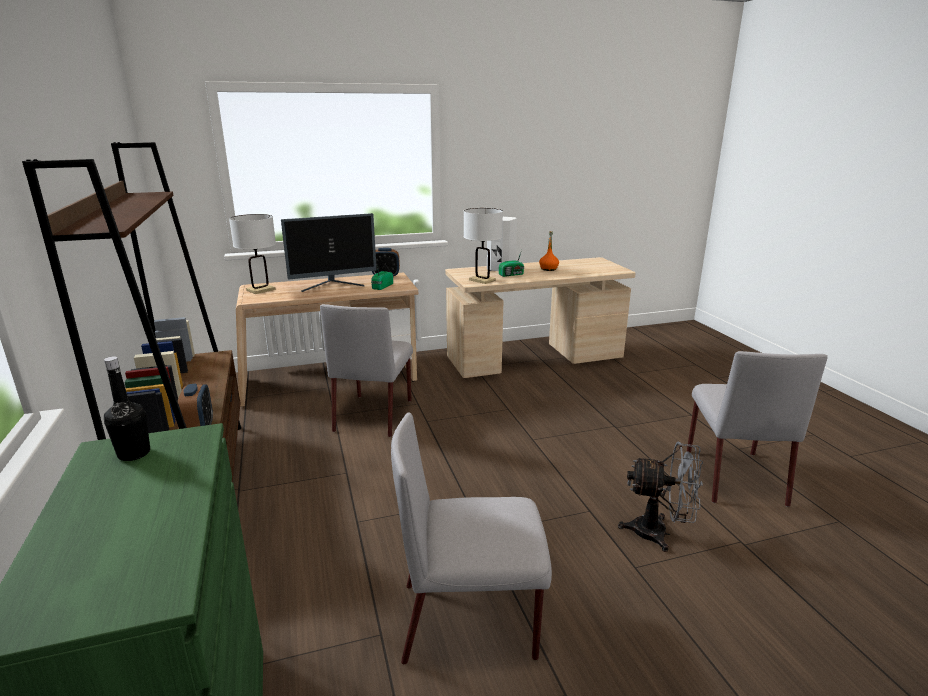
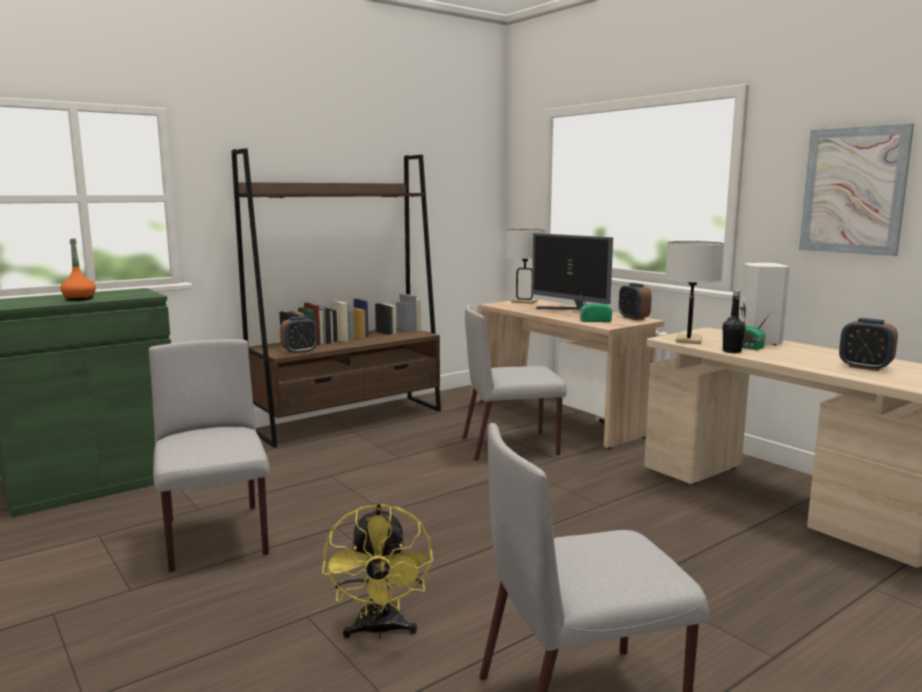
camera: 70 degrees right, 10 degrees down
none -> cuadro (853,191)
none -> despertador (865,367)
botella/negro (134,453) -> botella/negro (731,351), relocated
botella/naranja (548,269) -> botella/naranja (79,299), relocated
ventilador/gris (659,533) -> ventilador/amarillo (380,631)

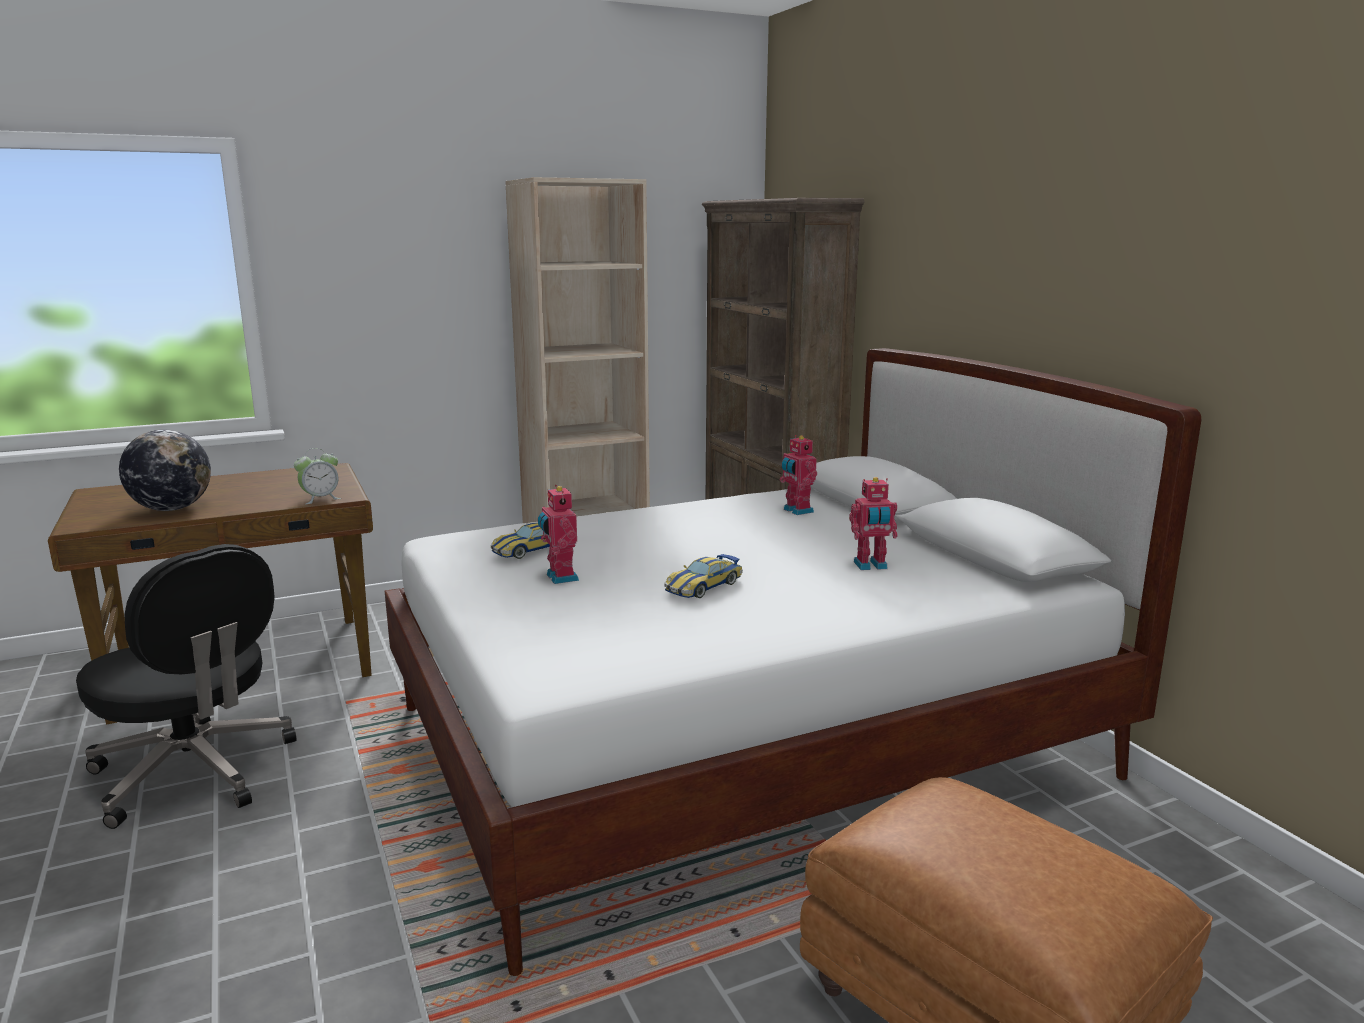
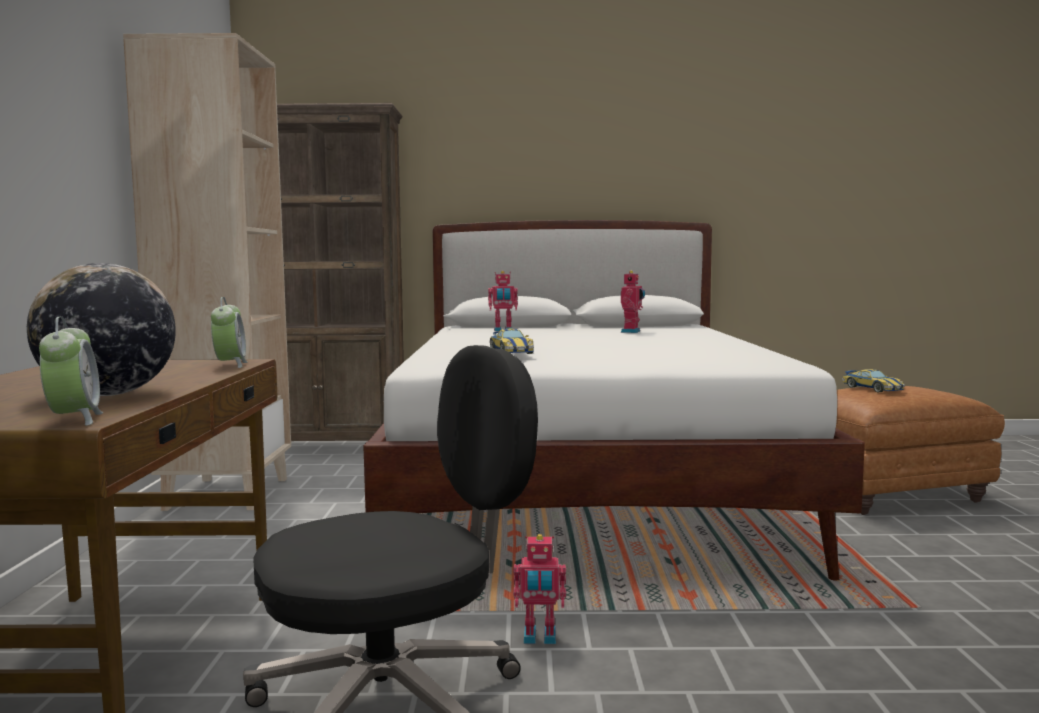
camera: 65 degrees left, 10 degrees down
none -> despertador (74,420)
robot de juguete (560,577) -> robot de juguete (539,638), relocated
coche de juguete (704,586) -> coche de juguete (872,388), relocated

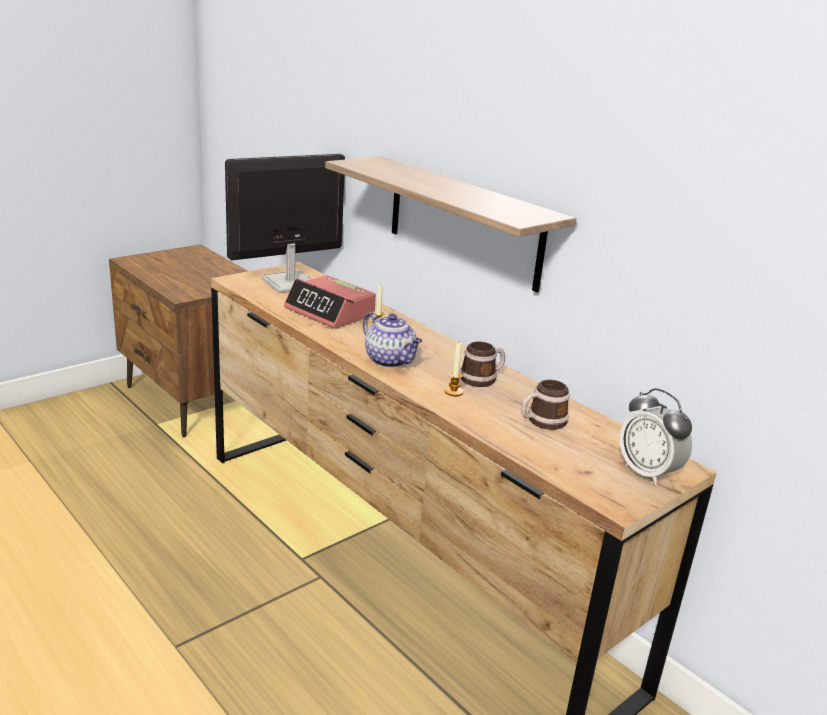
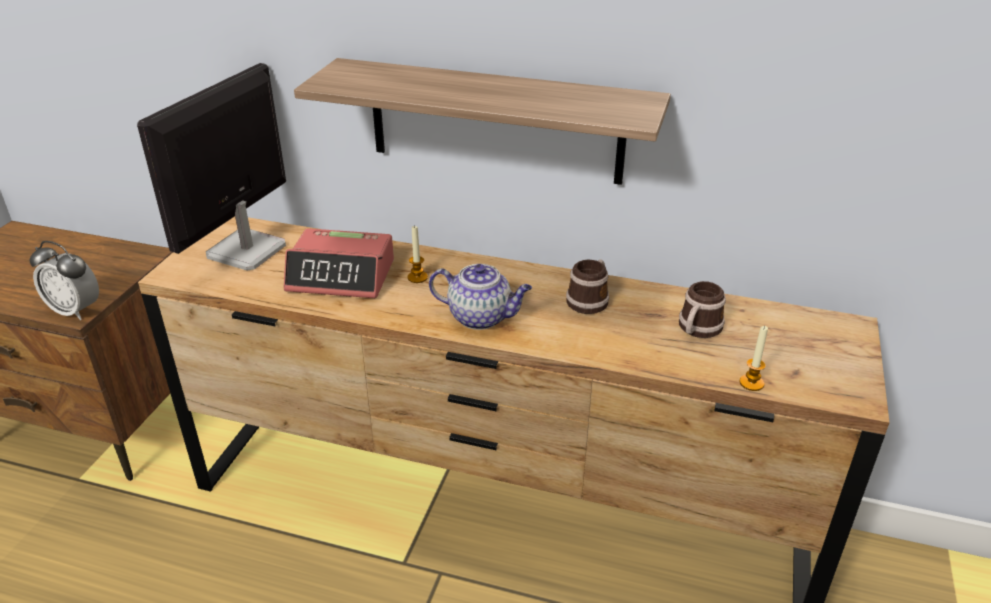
camera: 30 degrees left, 10 degrees up
vela (453,392) -> vela (751,383), relocated
despertador (647,473) -> despertador (75,310), relocated

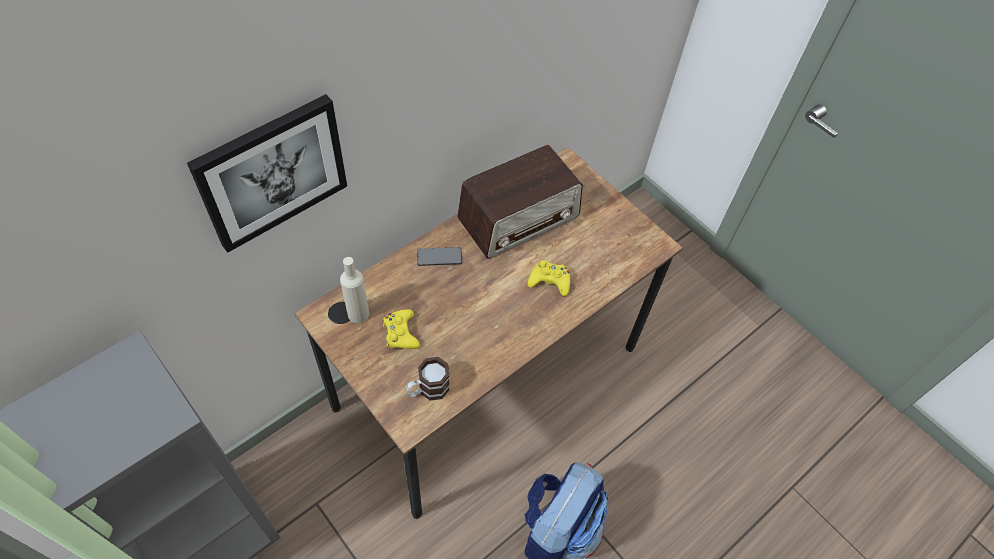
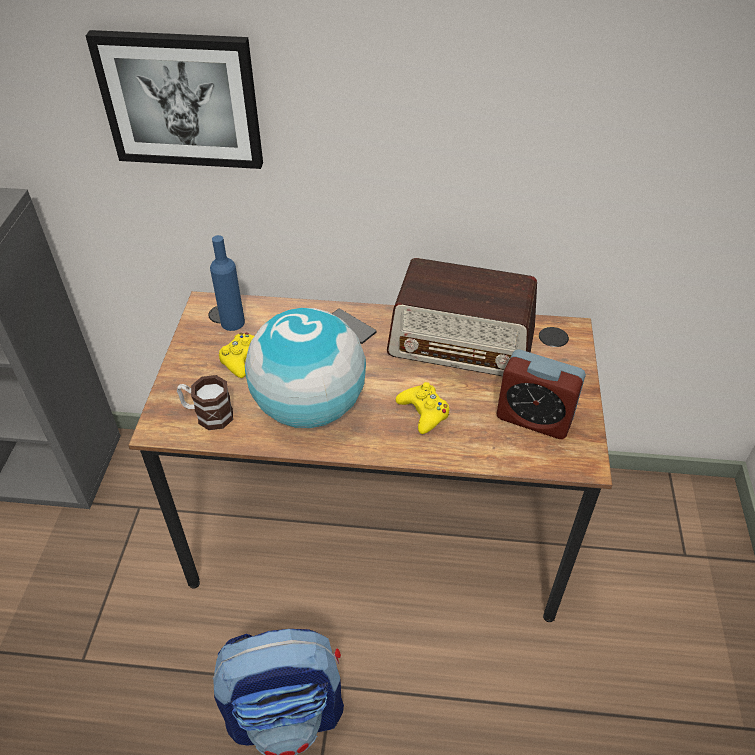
camera: 50 degrees right, 10 degrees down
none -> globo terráqueo (310,407)
none -> despertador (534,418)
botella/beis (358,313) -> botella/azul (232,322)

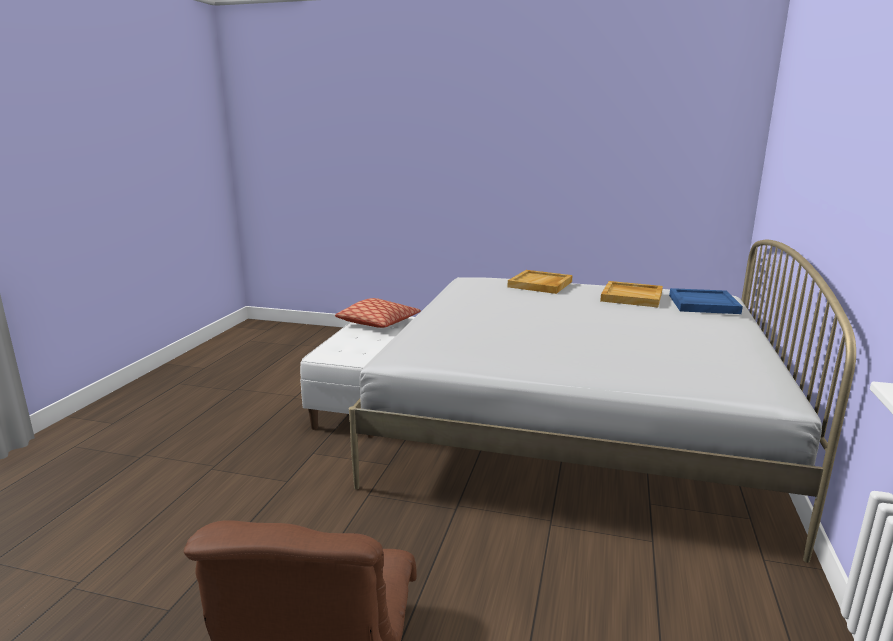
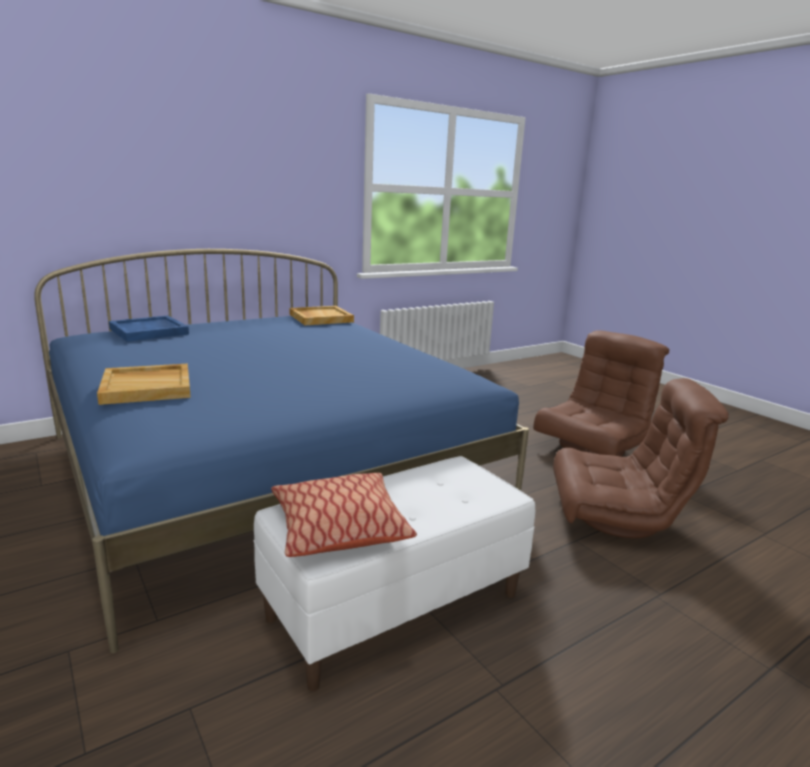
camera: 140 degrees left, 0 degrees up
none -> sillón/marrón (617,518)
bandeja/beis (632,297) -> bandeja/beis (320,318), relocated
cama/blanco (575,426) -> cama/azul (268,469)

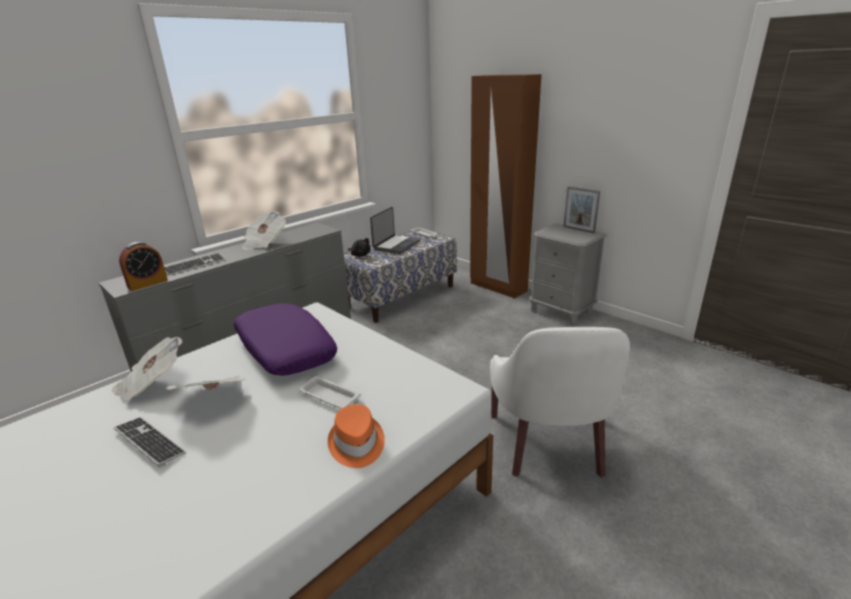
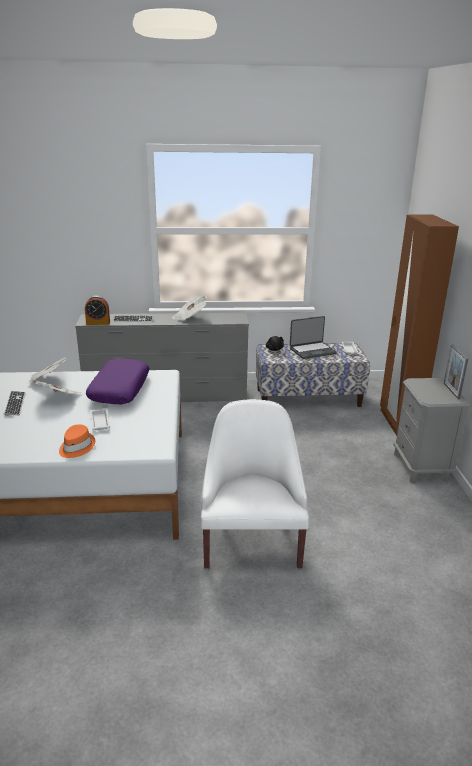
camera: 40 degrees right, 0 degrees up
sillón/blanco (550,445) -> sillón/blanco (251,540), 135 degrees clockwise

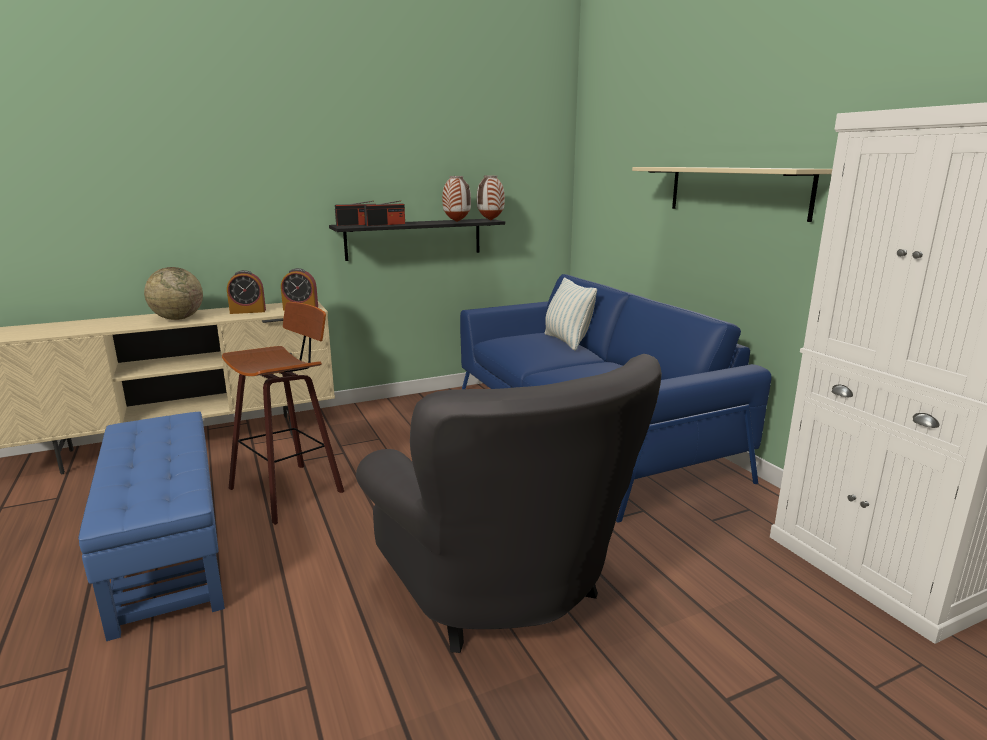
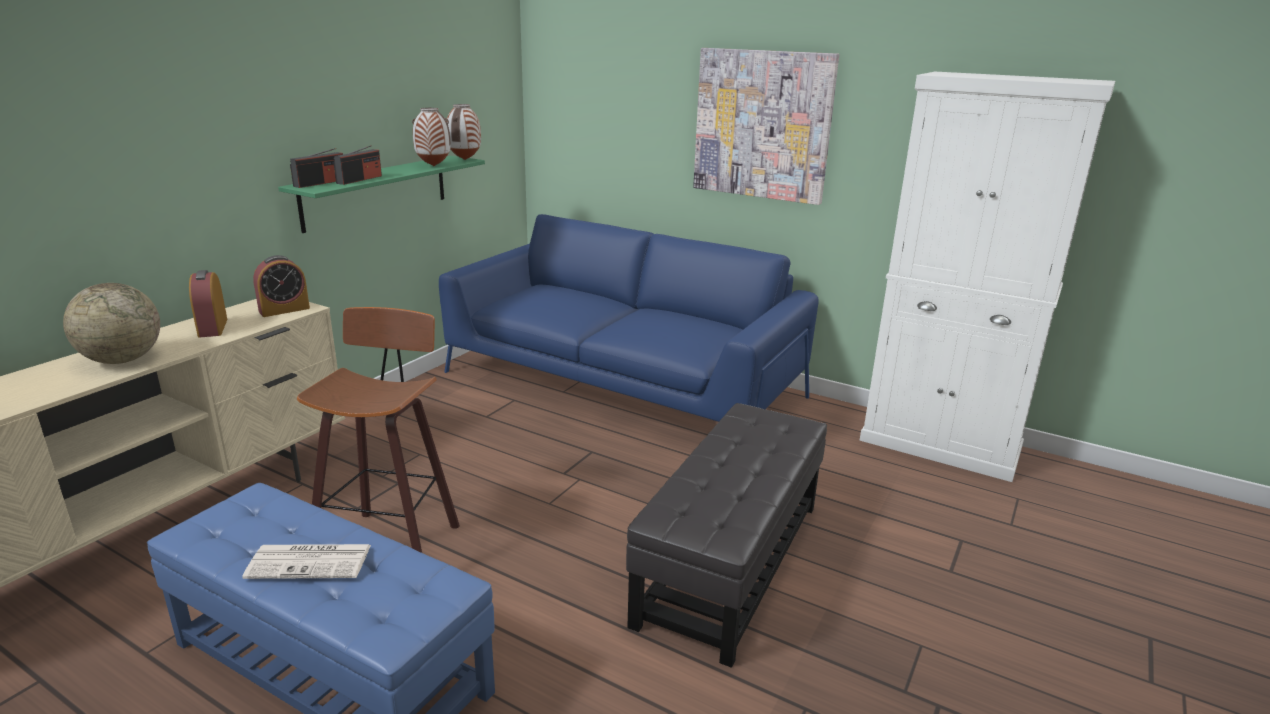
camera: 35 degrees left, 5 degrees up
cojín (567,341) -> none
none -> periódico (311,561)
sillón/gris (504,594) -> puf/negro (732,562)
estante/beis (736,191) -> cuadro (762,125)
estante/negro (414,239) -> estante/verde (376,192)
despertador (248,311) -> despertador (213,328), 120 degrees clockwise

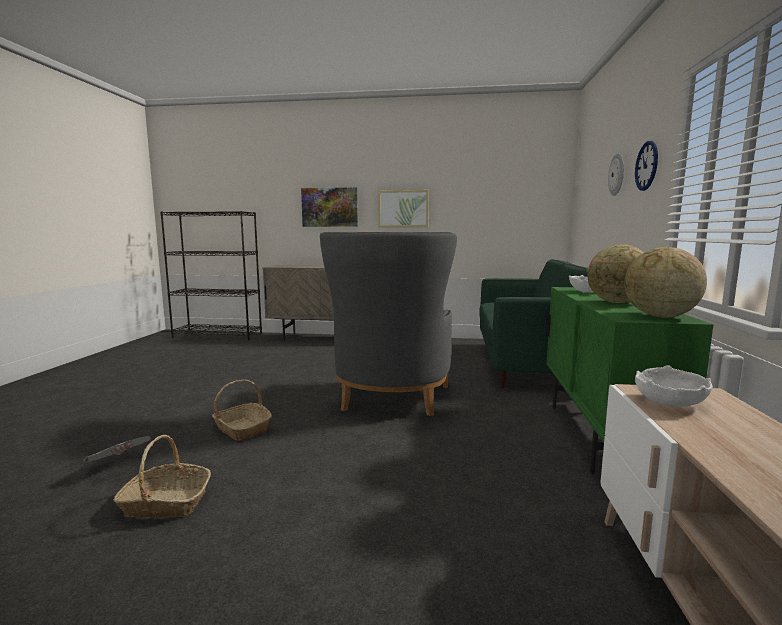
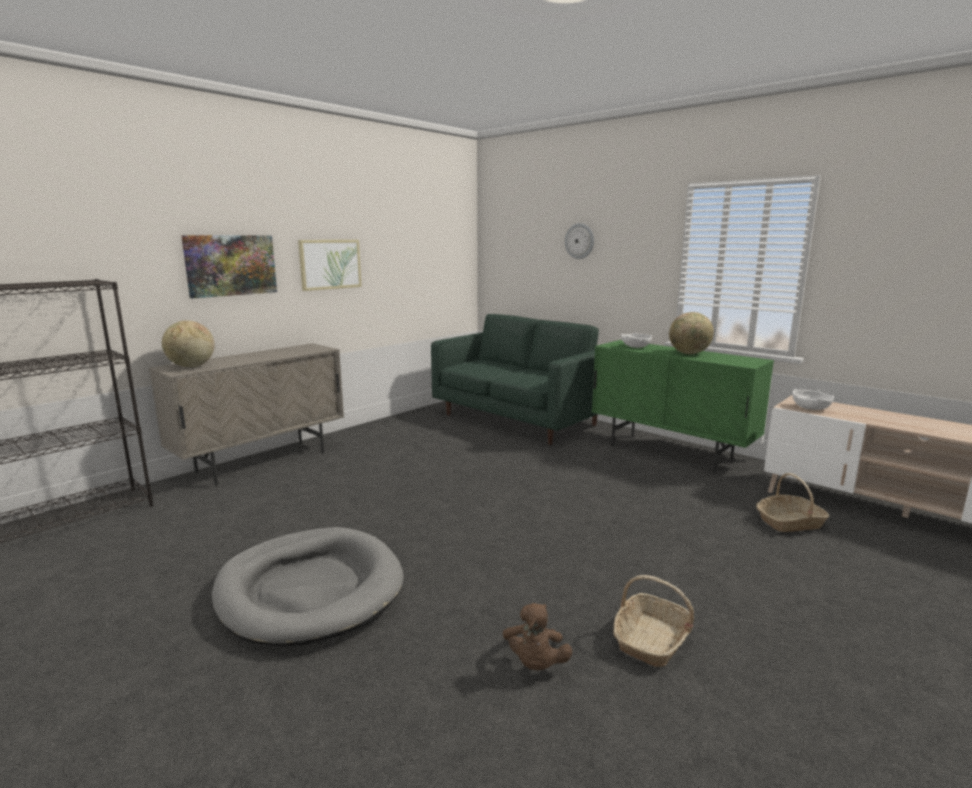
camera: 55 degrees left, 5 degrees up
sillón/gris (390,402) -> none
reloj de pared (646,166) -> none
none -> cama para perro/gris (310,590)
cesta (242,429) -> cesta (790,522), relocated
globo terráqueo (659,316) -> globo terráqueo (191,366), relocated
periódico (119,465) -> peluche/marrón (535,664)

